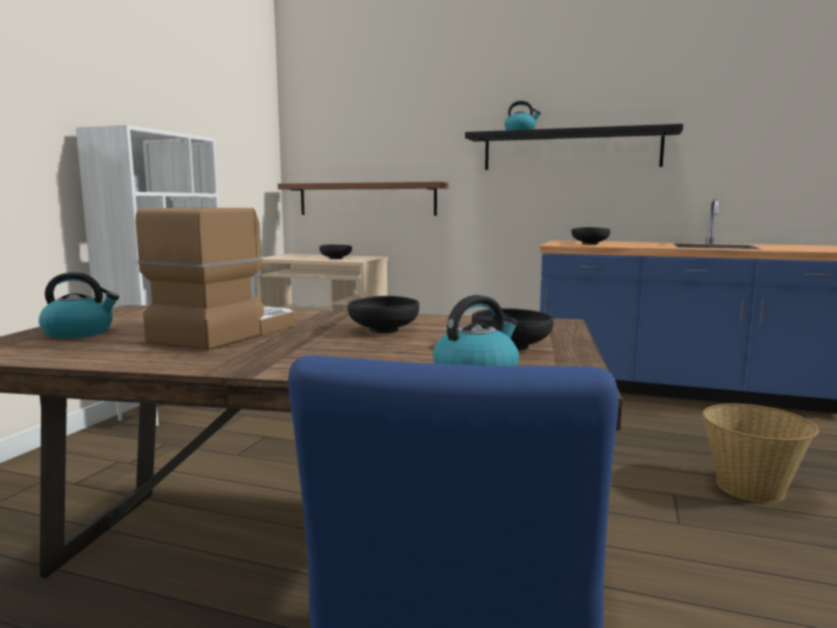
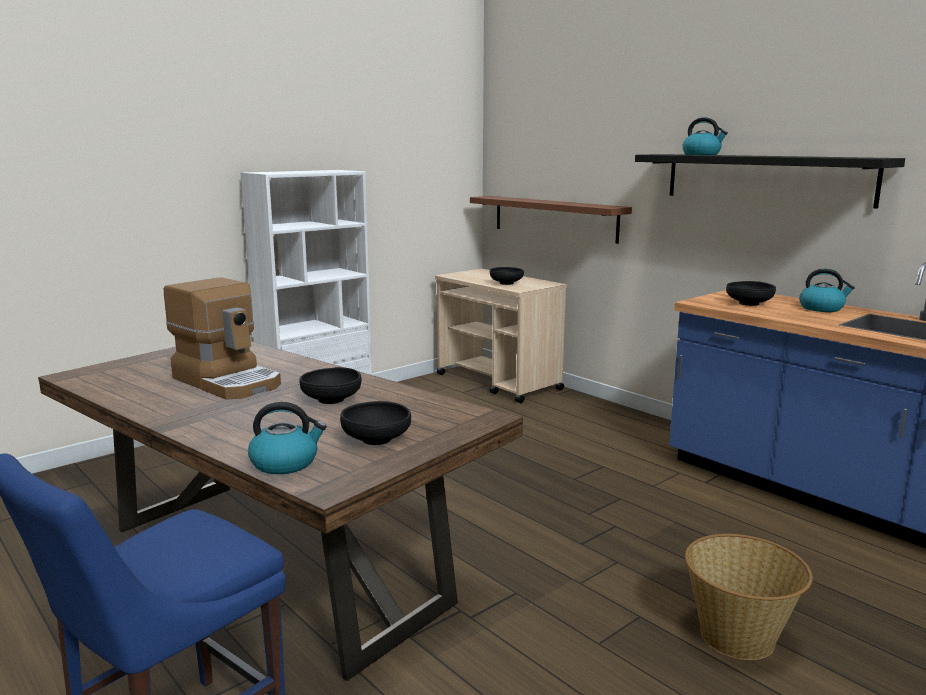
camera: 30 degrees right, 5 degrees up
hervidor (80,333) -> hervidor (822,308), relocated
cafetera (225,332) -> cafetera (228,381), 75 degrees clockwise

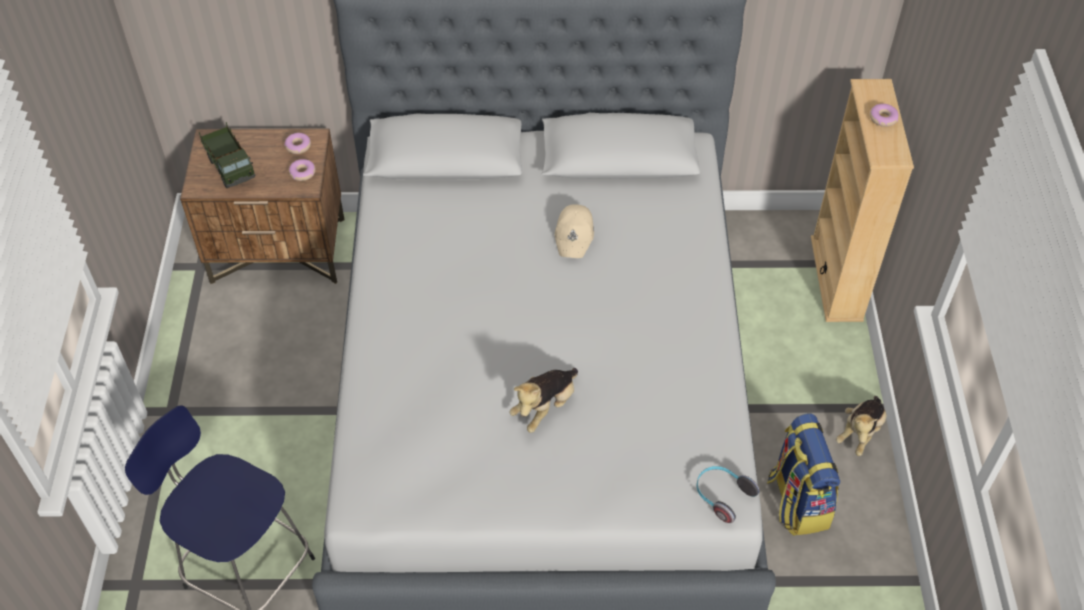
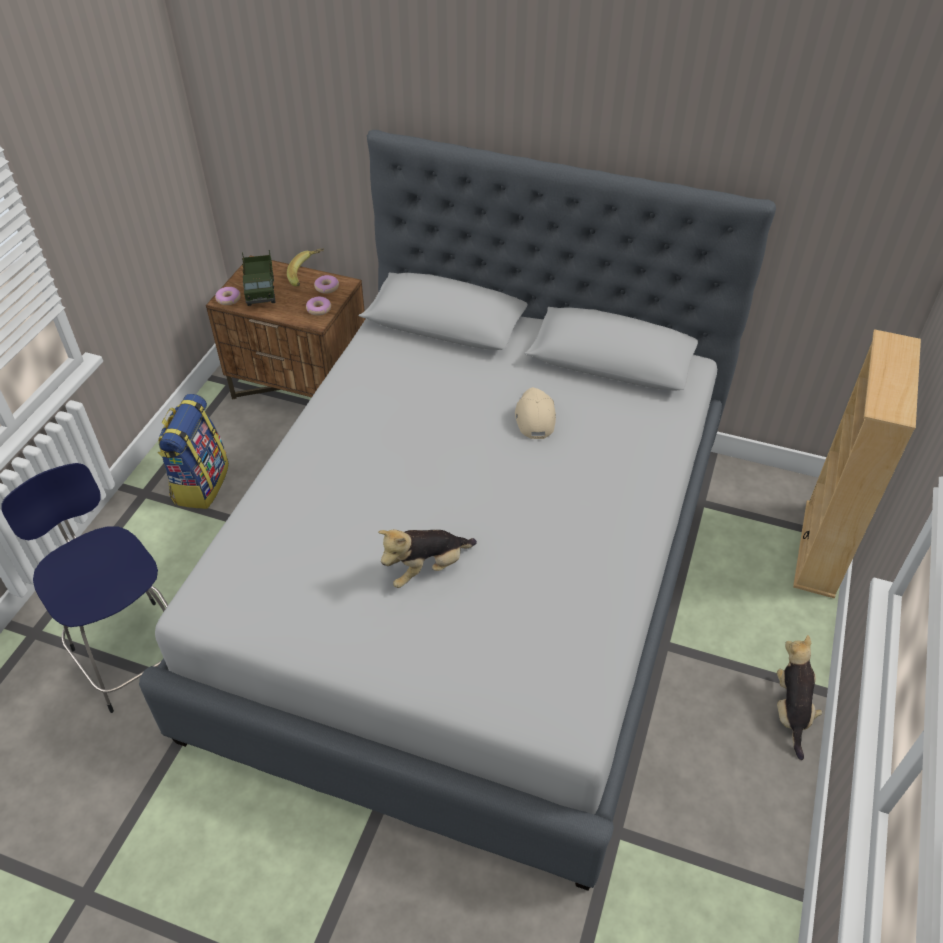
camera: 20 degrees right, 5 degrees down
auriculares (722,496) -> none
none -> plátano (307,275)
mochila (797,501) -> mochila (200,483), relocated
rosquilla (883,118) -> rosquilla (228,299), relocated
gorra/beis (575,235) -> gorra/beis (534,417), 150 degrees clockwise
peluche (860,432) -> peluche (791,710), 135 degrees clockwise

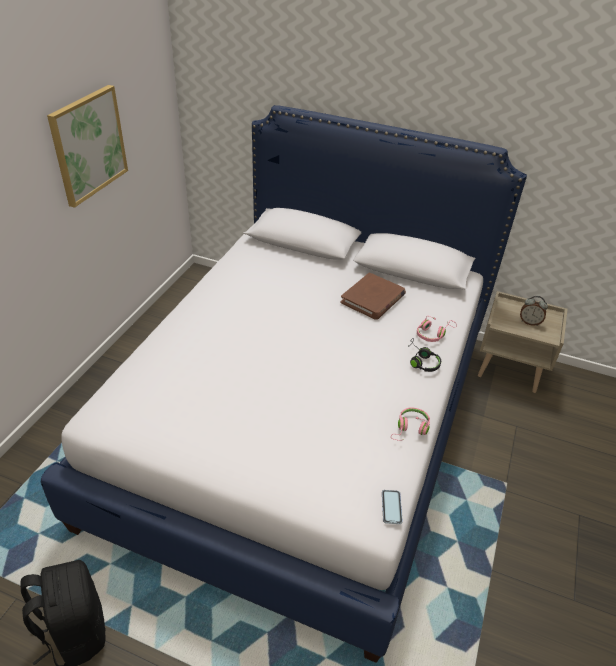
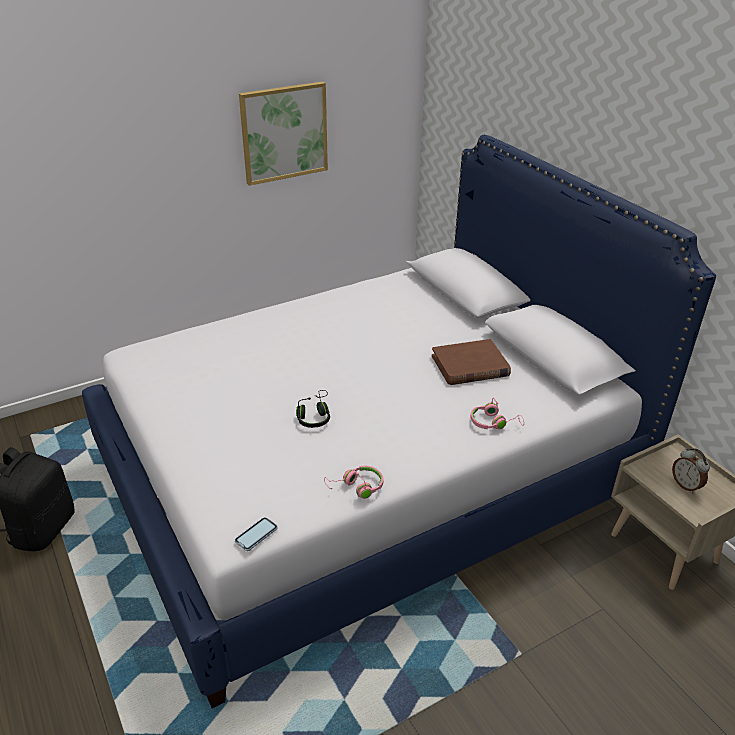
camera: 40 degrees right, 5 degrees down
auriculares/negro (421,361) -> auriculares/negro (314,416), relocated

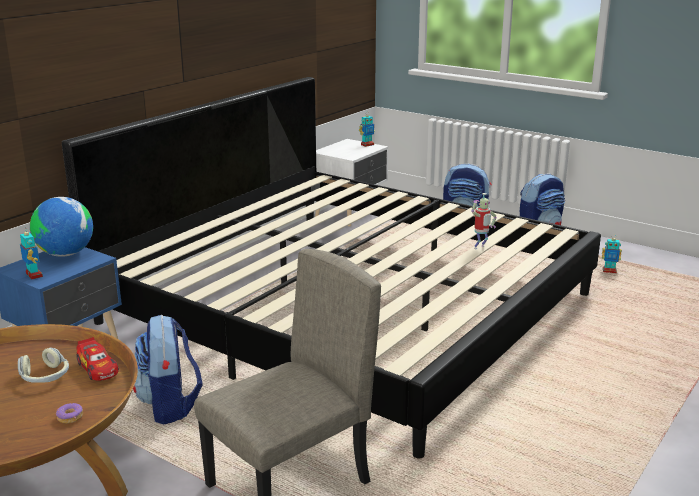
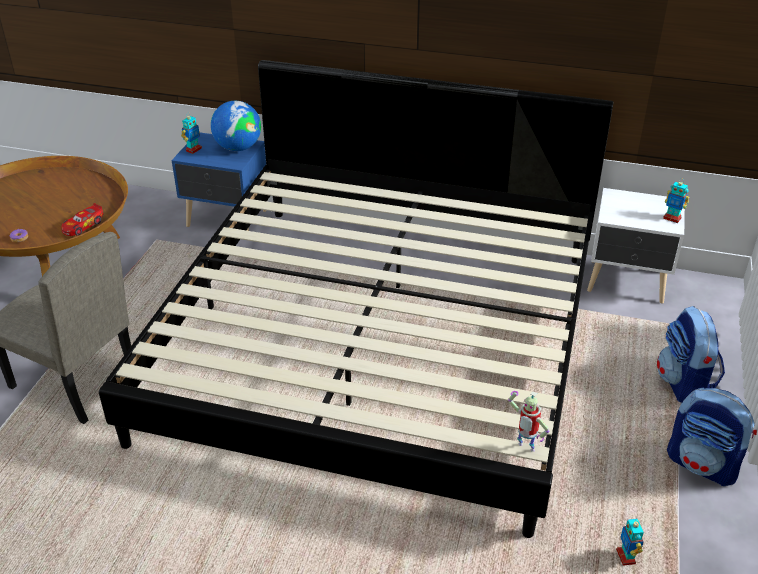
camera: 70 degrees right, 15 degrees up
auriculares (45,377) -> none
mochila (170,405) -> none
robot de juguete (480,248) -> robot de juguete (524,448), relocated

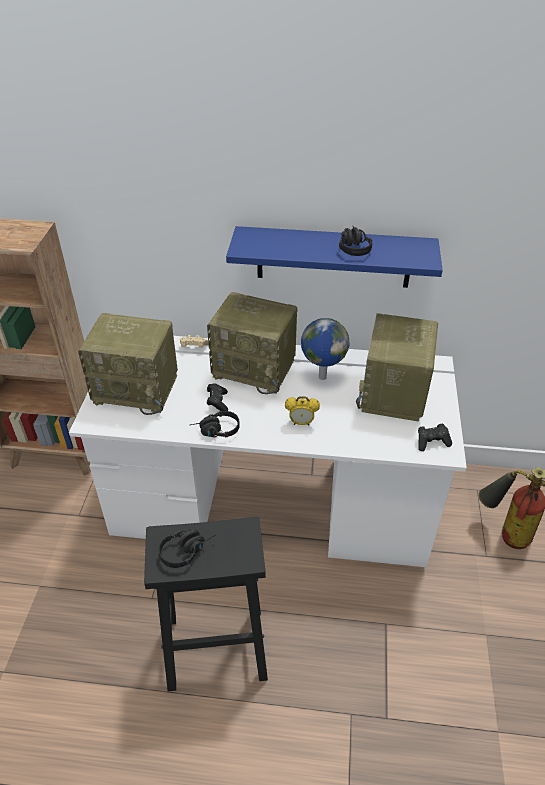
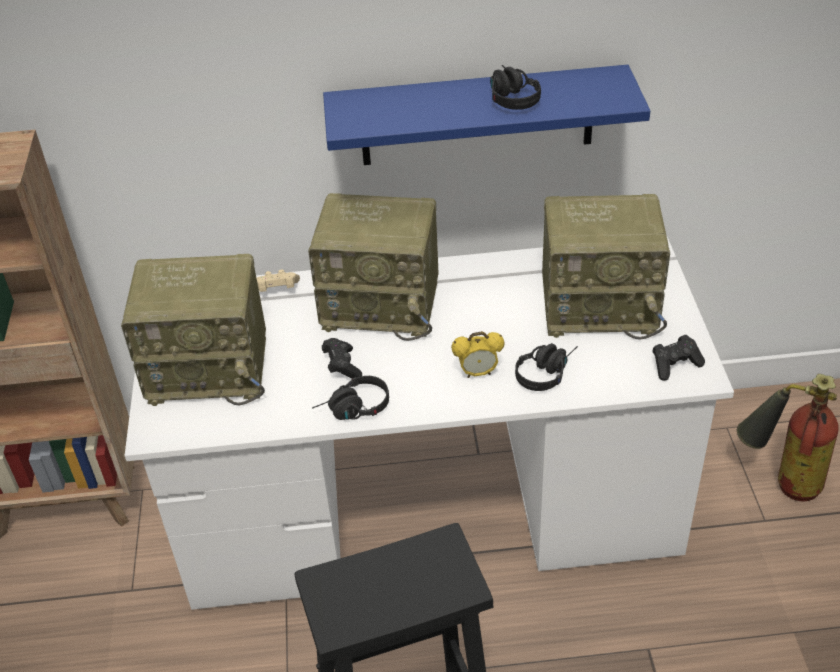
camera: 10 degrees left, 0 degrees up
globo terráqueo (321,376) -> none
auriculares/negro (187,550) -> auriculares/negro (546,371), relocated
radio (394,394) -> radio (600,305), 90 degrees counterclockwise

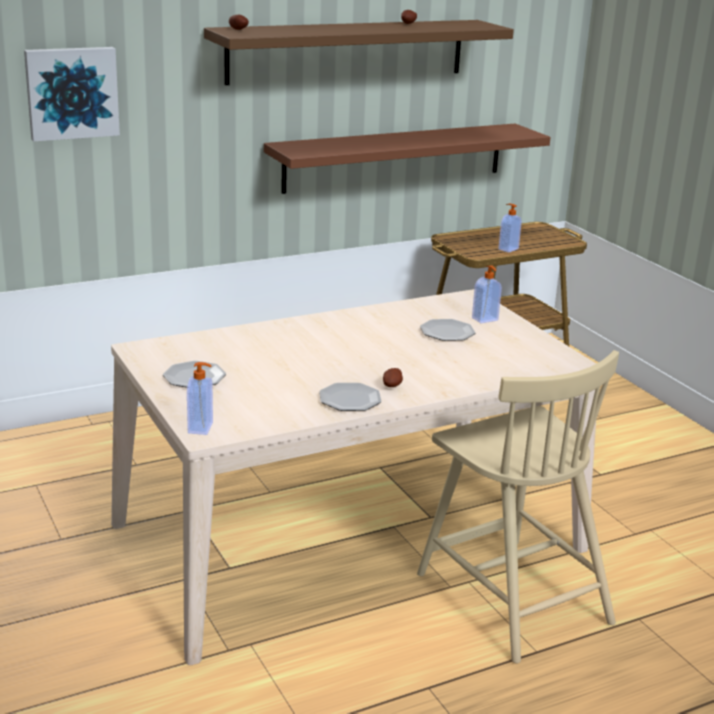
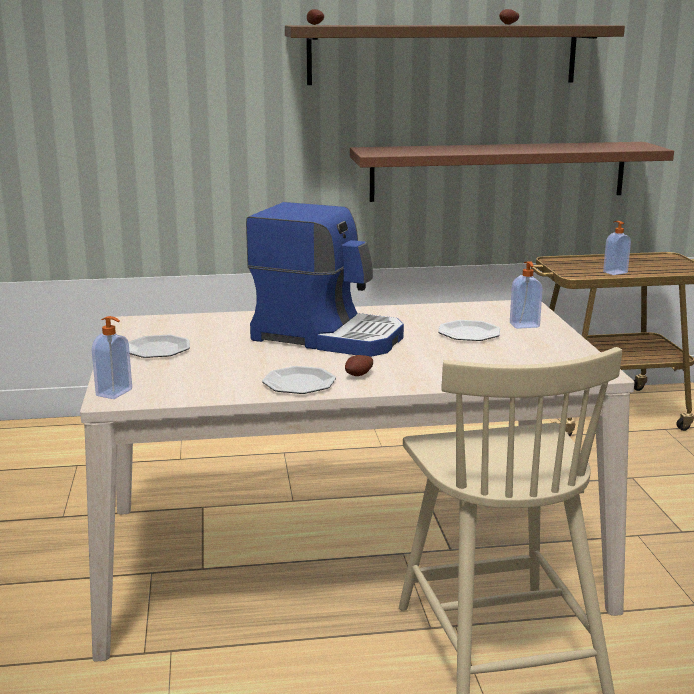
camera: 20 degrees right, 5 degrees down
cuadro (71,92) -> none
none -> cafetera (328,336)

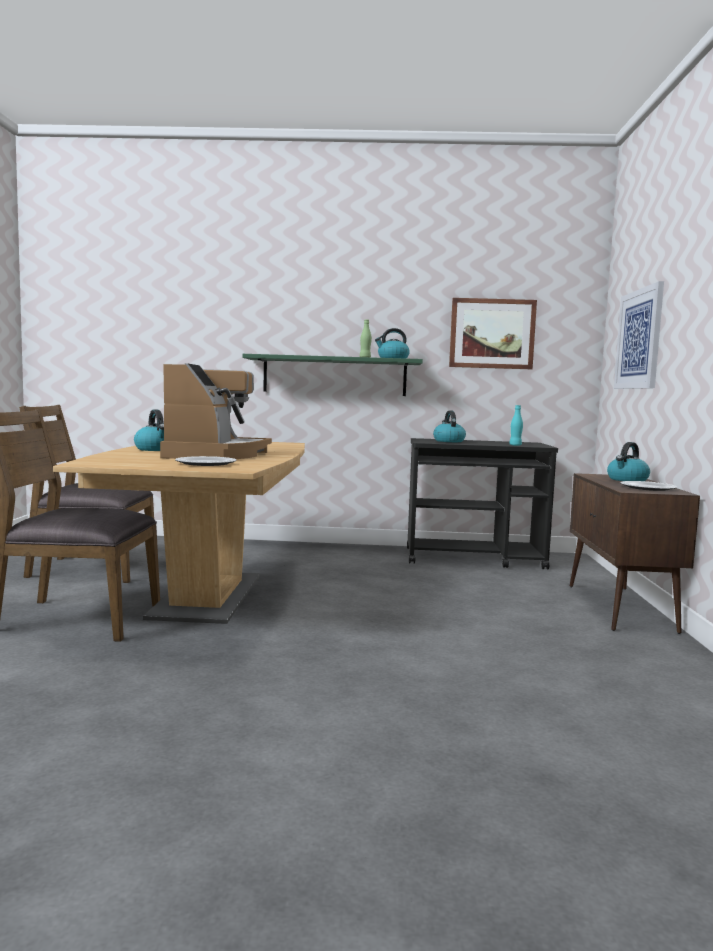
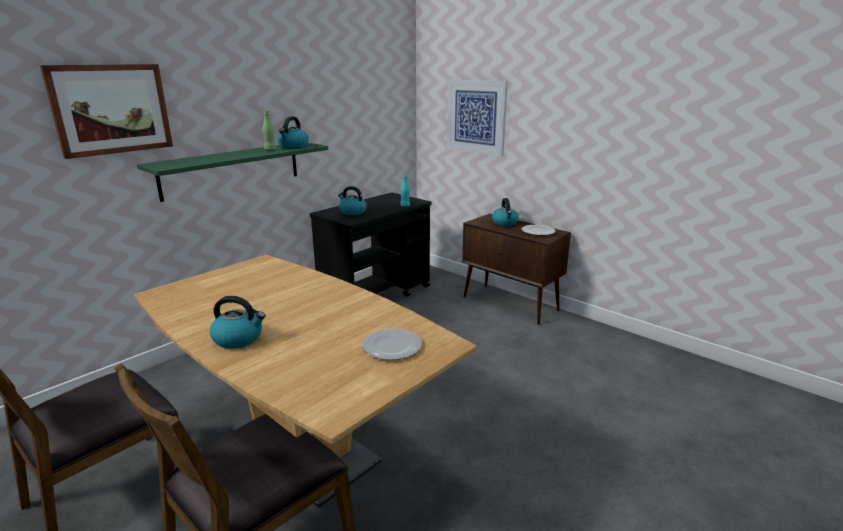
camera: 50 degrees left, 15 degrees up
cafetera (216,454) -> none
cuadro (492,334) -> cuadro (111,109), relocated

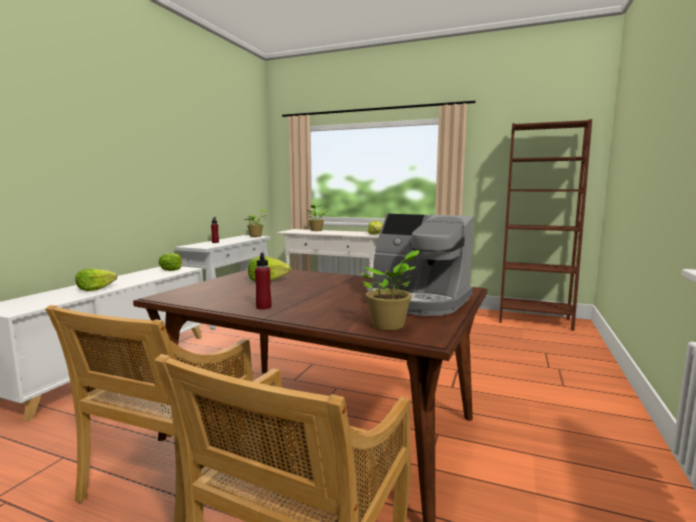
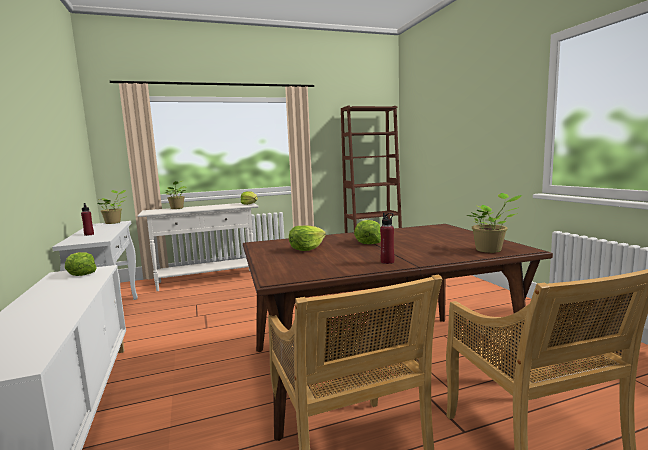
camera: 40 degrees left, 0 degrees up
cafetera (416,301) -> none
lechuga (95,289) -> lechuga (368,242), relocated

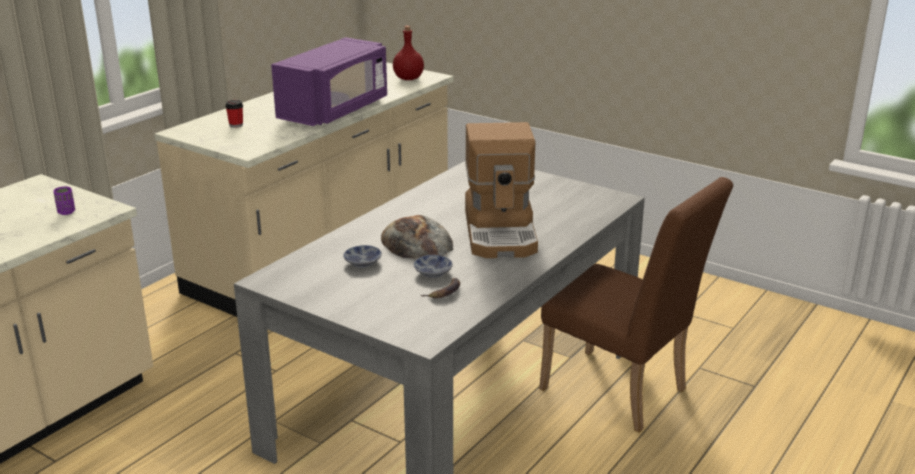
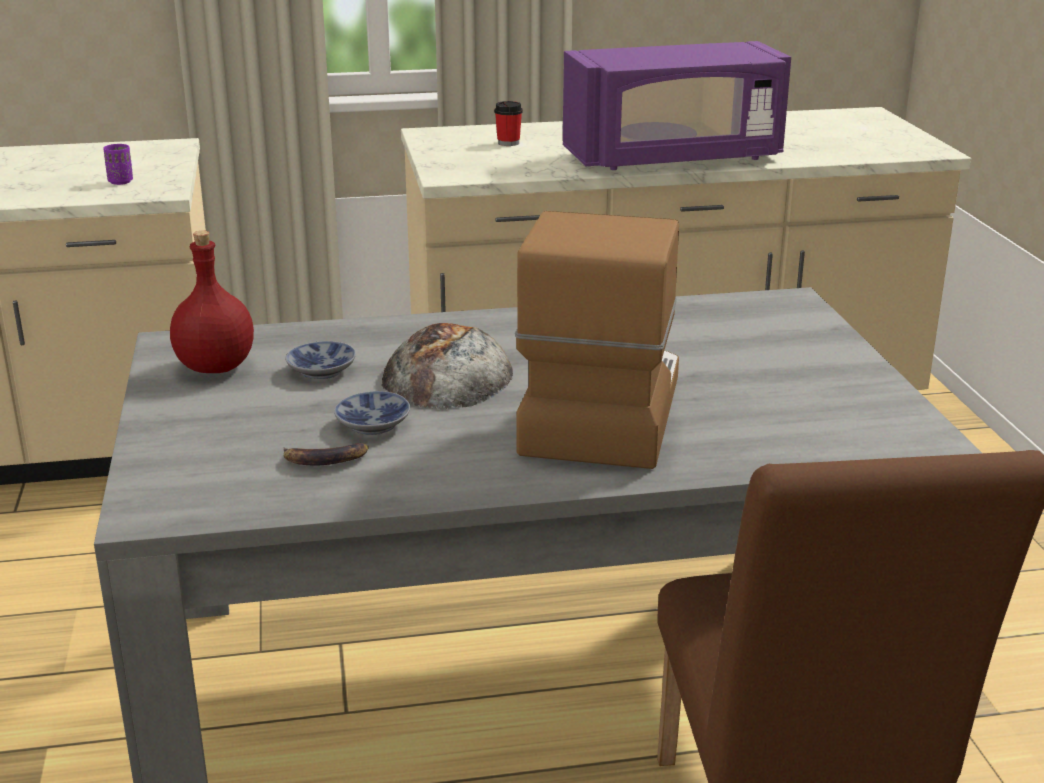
camera: 45 degrees right, 0 degrees up
botella/rojo (408,78) -> botella/rojo (216,366), relocated
cafetera (501,232) -> cafetera (599,412), 150 degrees clockwise

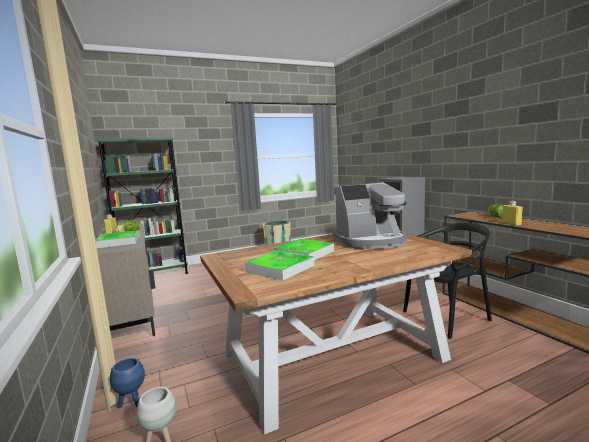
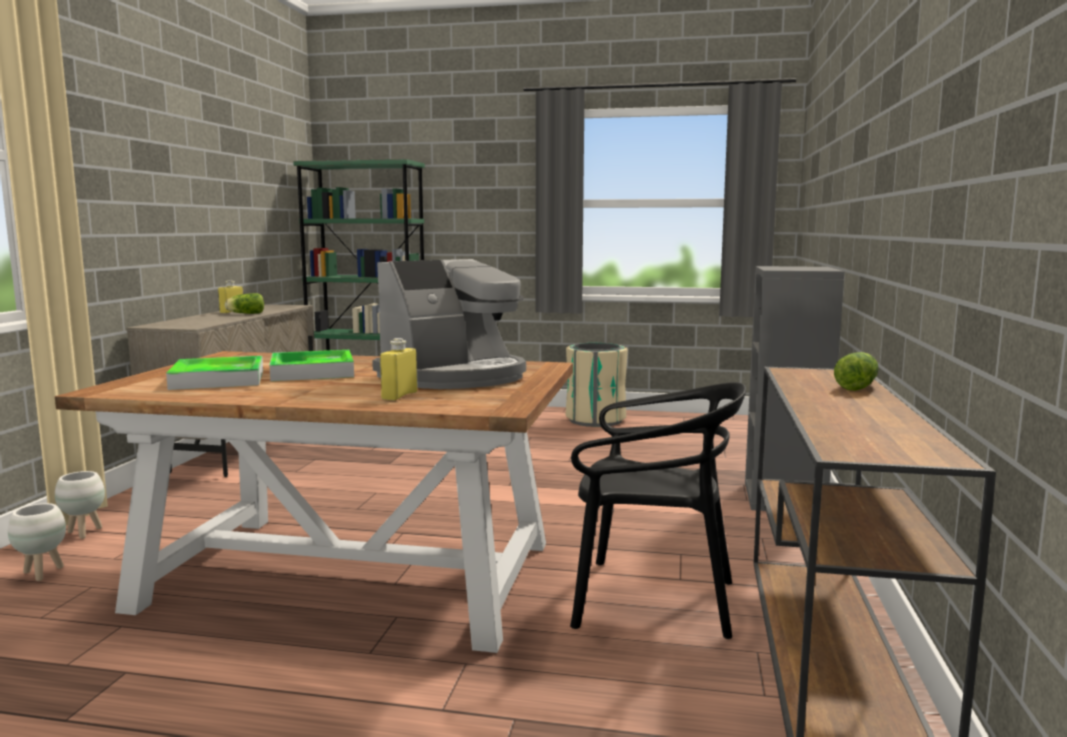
camera: 35 degrees right, 0 degrees up
bandeja (119,242) -> none
botella/amarillo (511,223) -> botella/amarillo (399,395), relocated
maceta/azul (132,403) -> maceta/blanco (84,533)
cafetera (371,241) -> cafetera (454,377), 60 degrees counterclockwise

